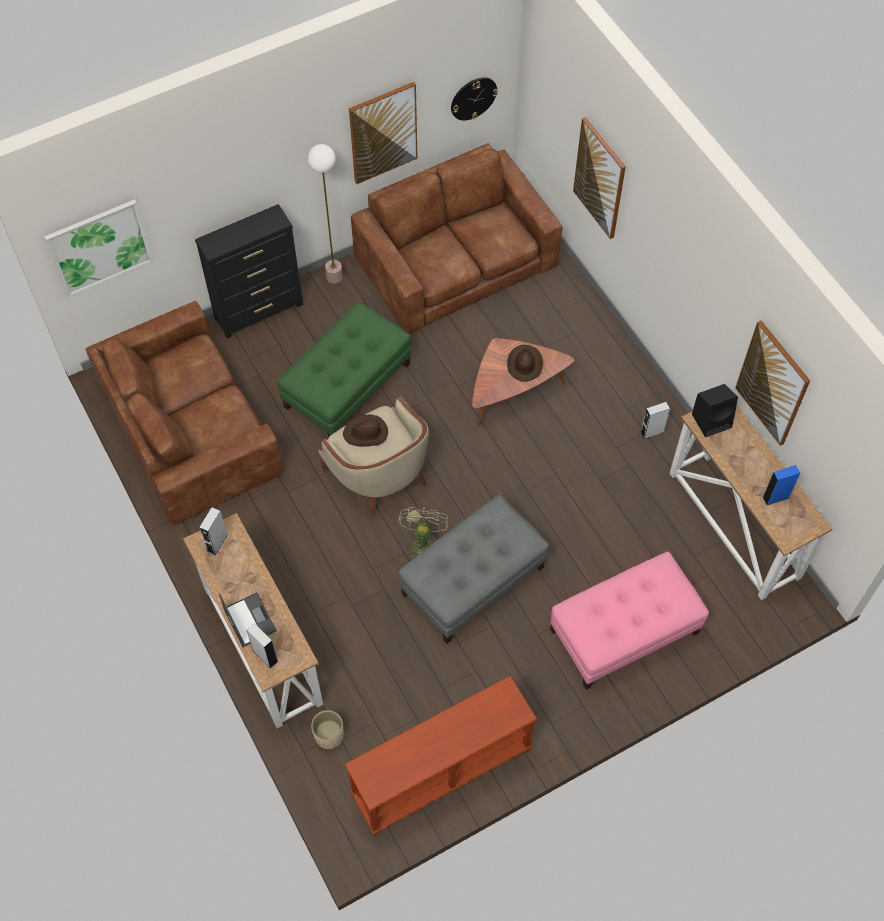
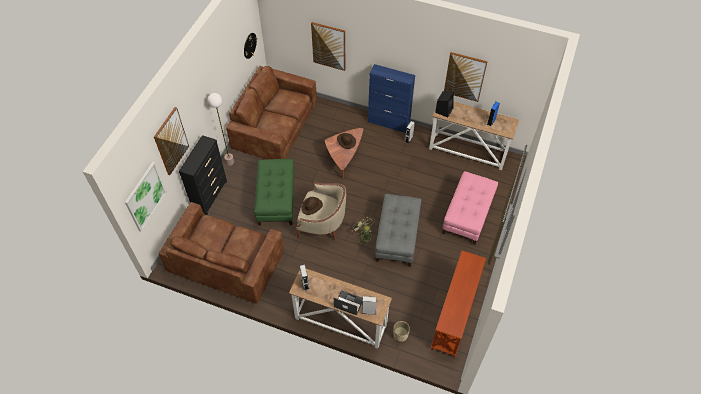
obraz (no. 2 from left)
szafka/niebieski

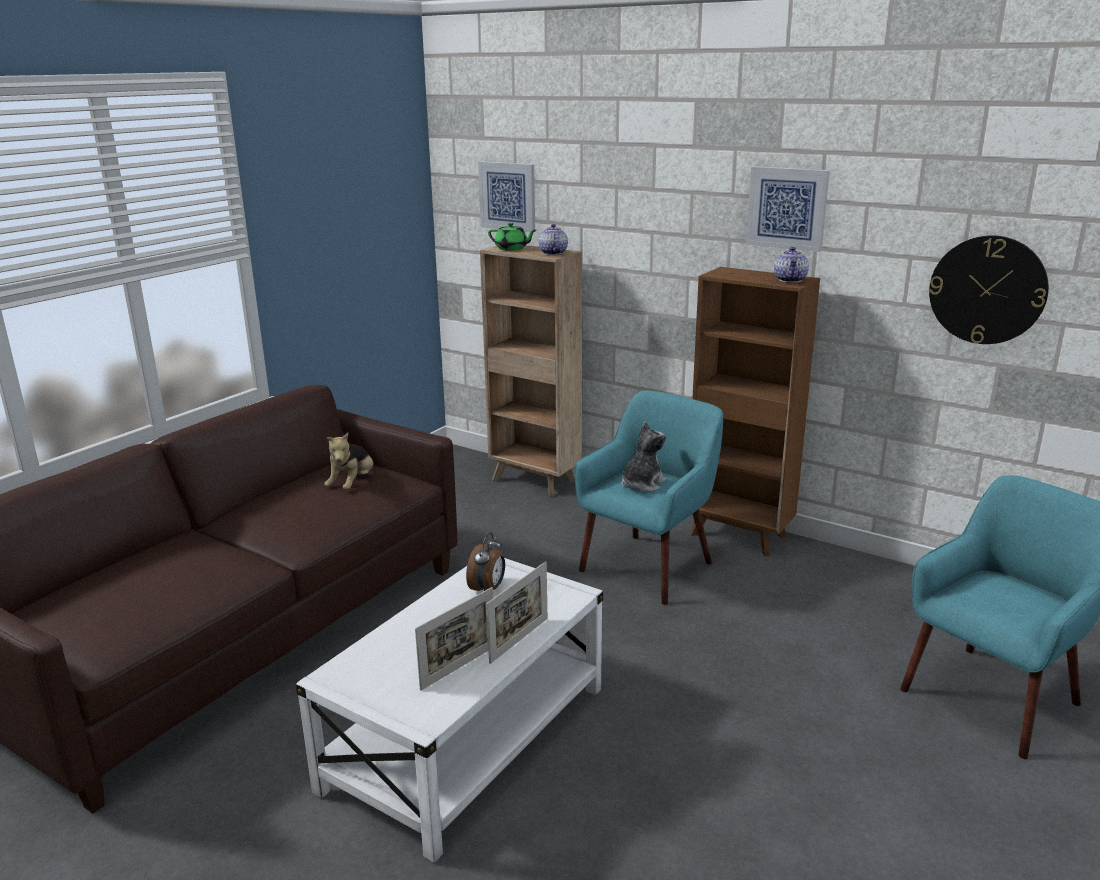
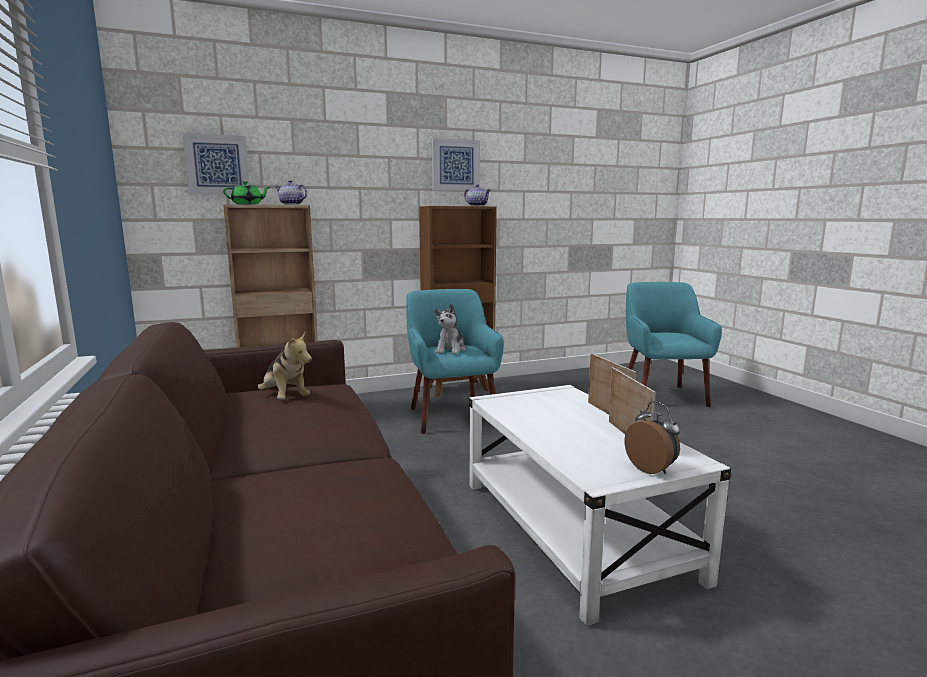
budzik
pluszak (no. 2 from left)
zegar ścienny

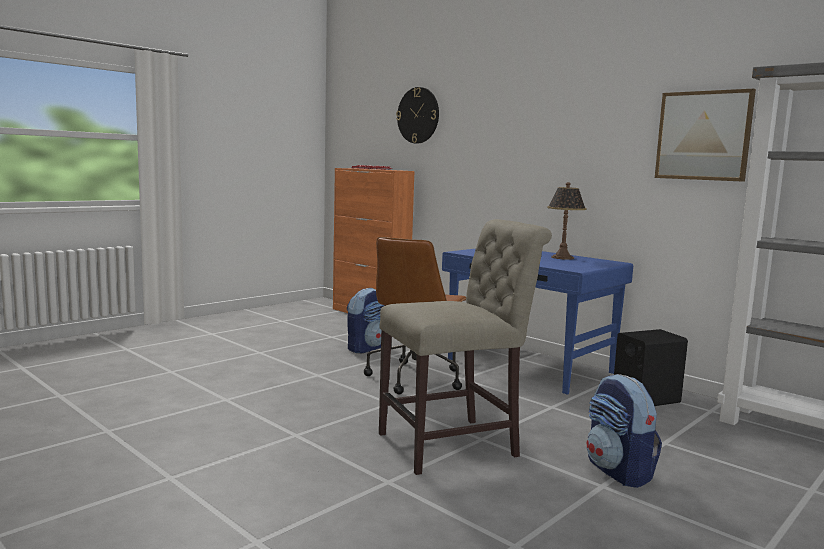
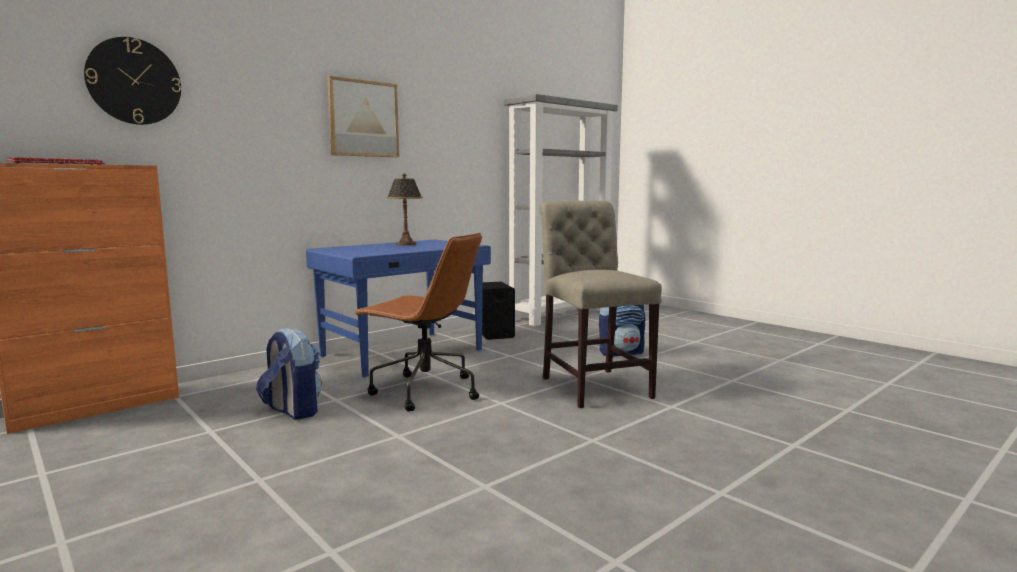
obraz

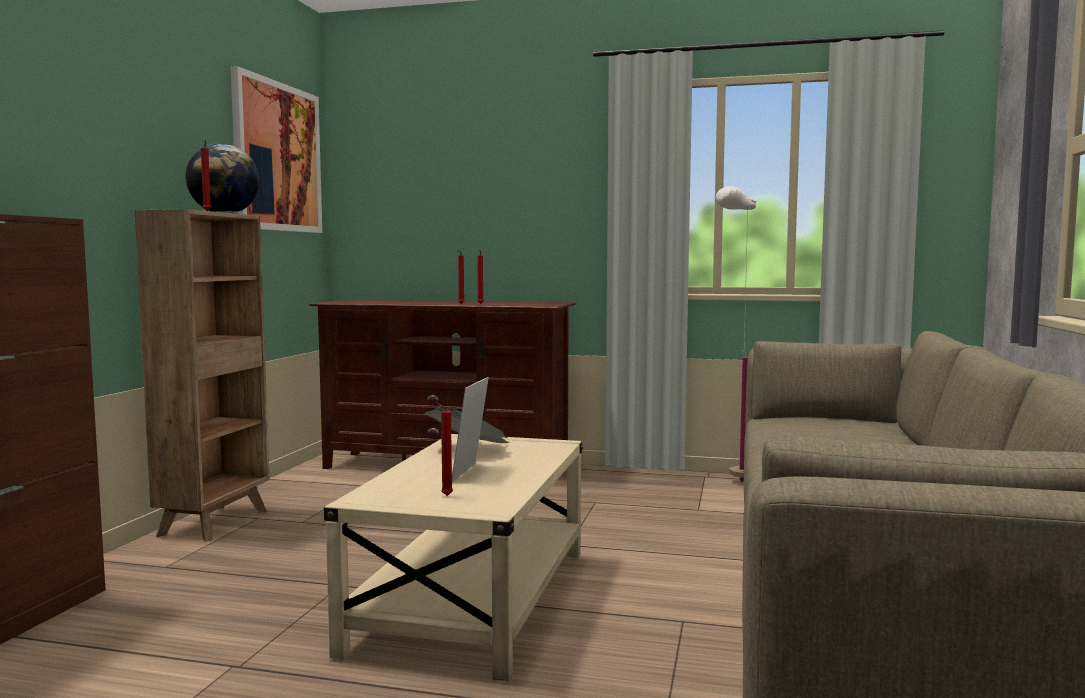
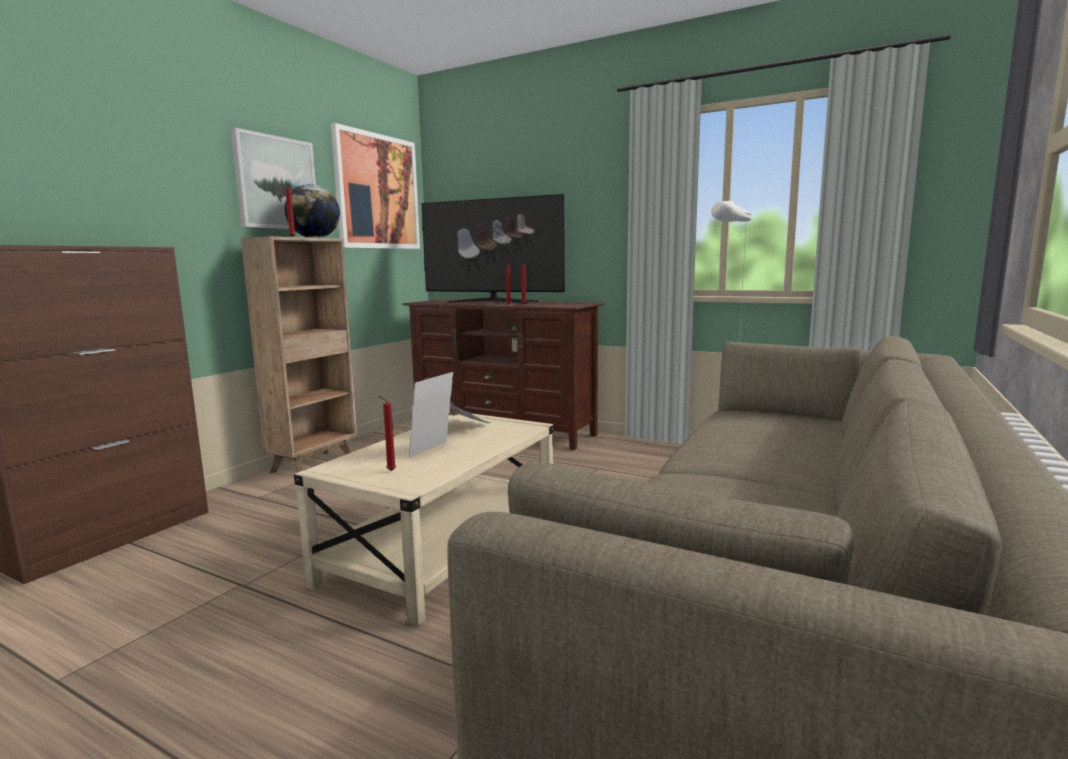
obraz (no. 1 from left)
telewizor

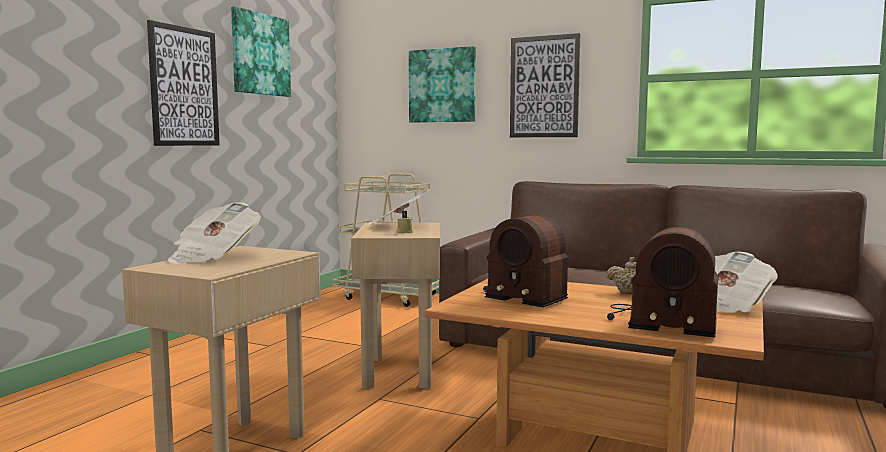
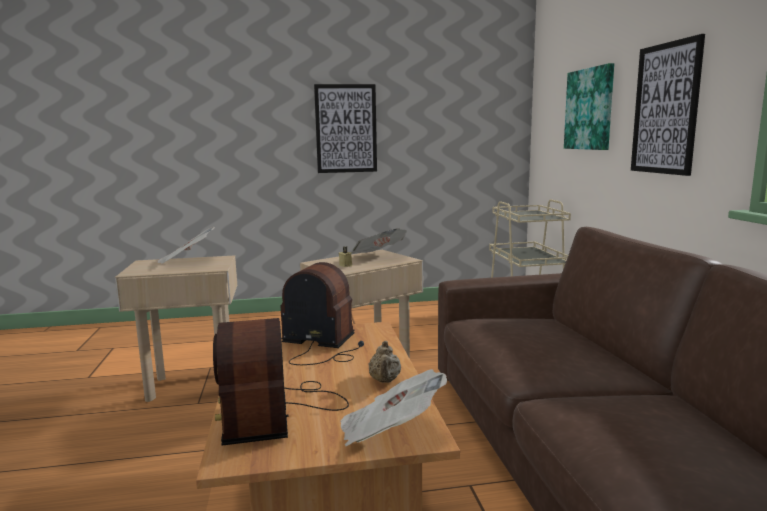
obraz (no. 2 from left in the first image)
radio (no. 2 from left)

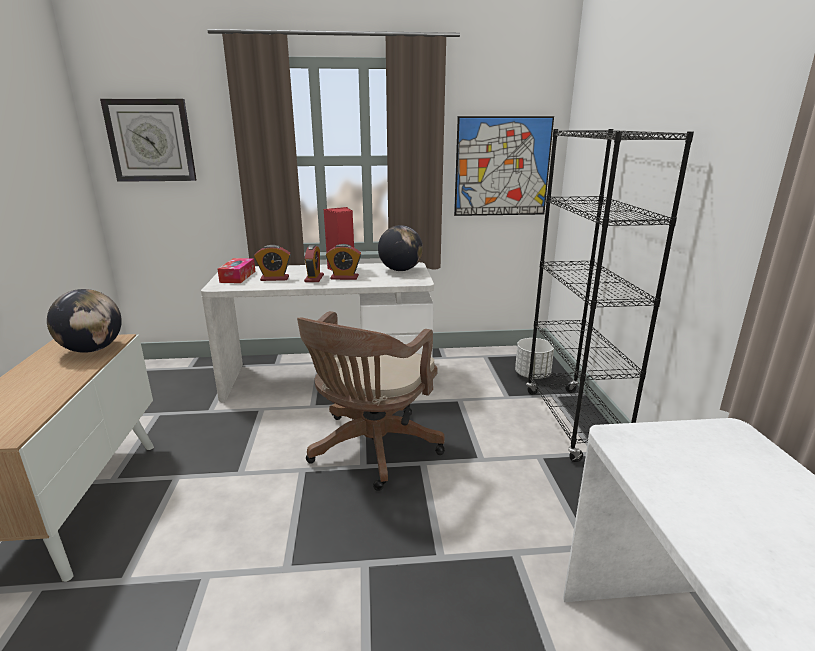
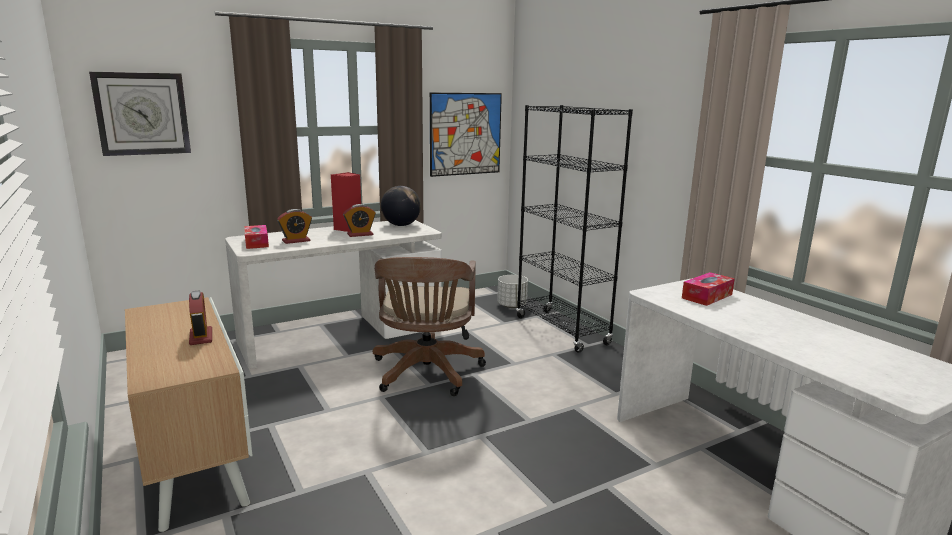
globus (no. 1 from left in the first image)
budzik (no. 1 from left)
pudełko chusteczek (no. 2 from left)

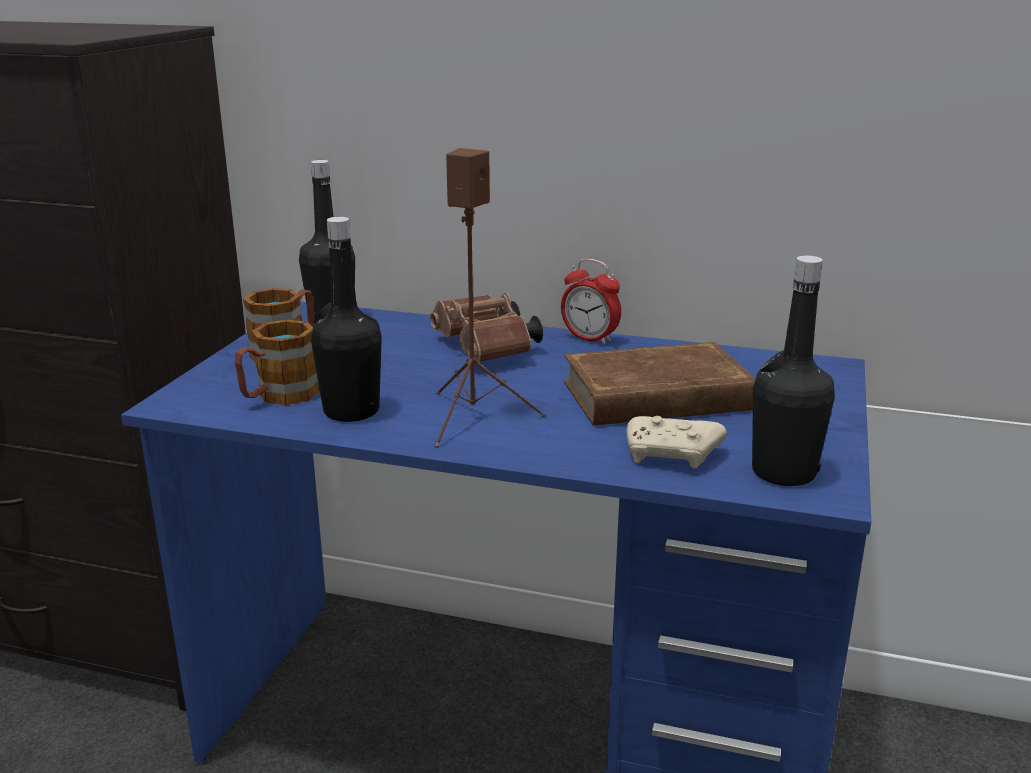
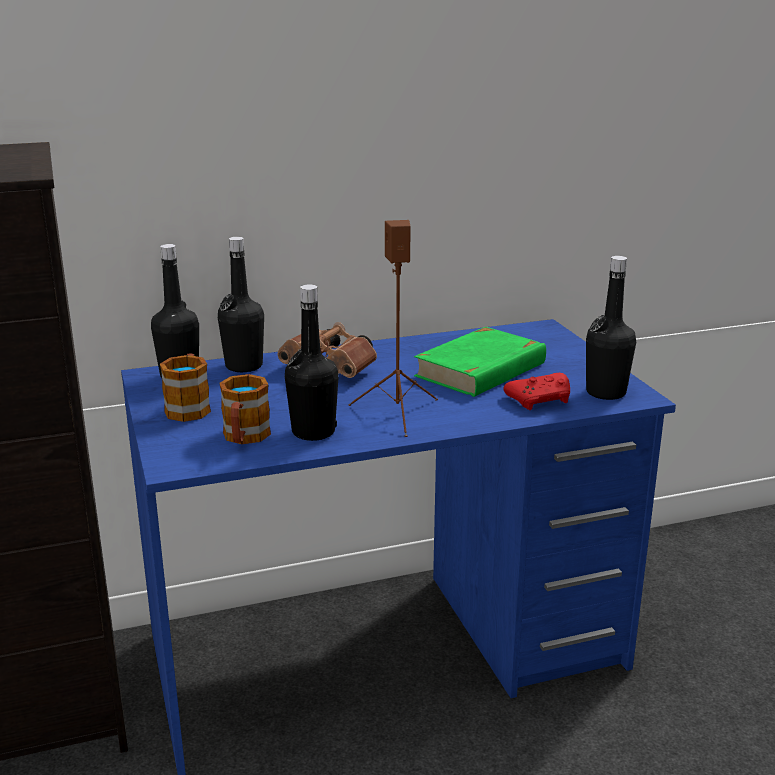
budzik
książka/zielony
pad do gier/czerwony
butelka/czarny (no. 2 from left)

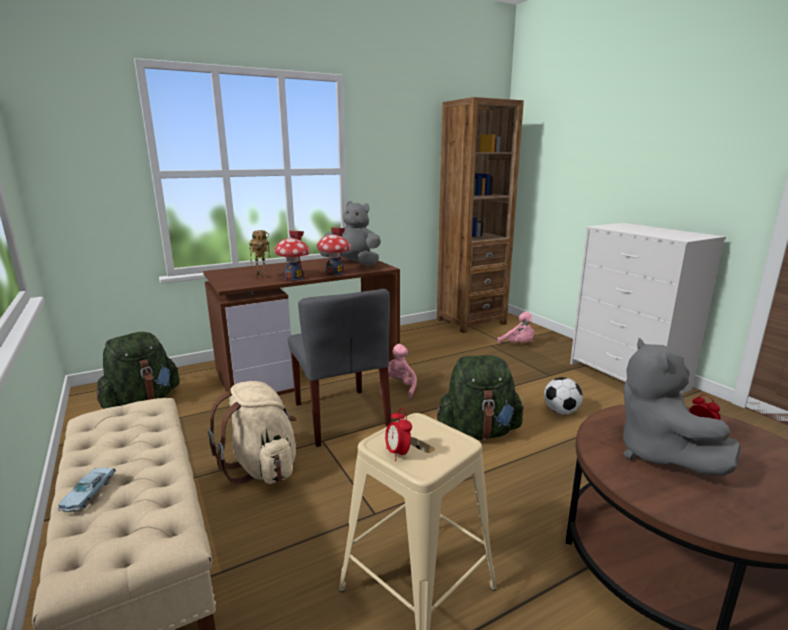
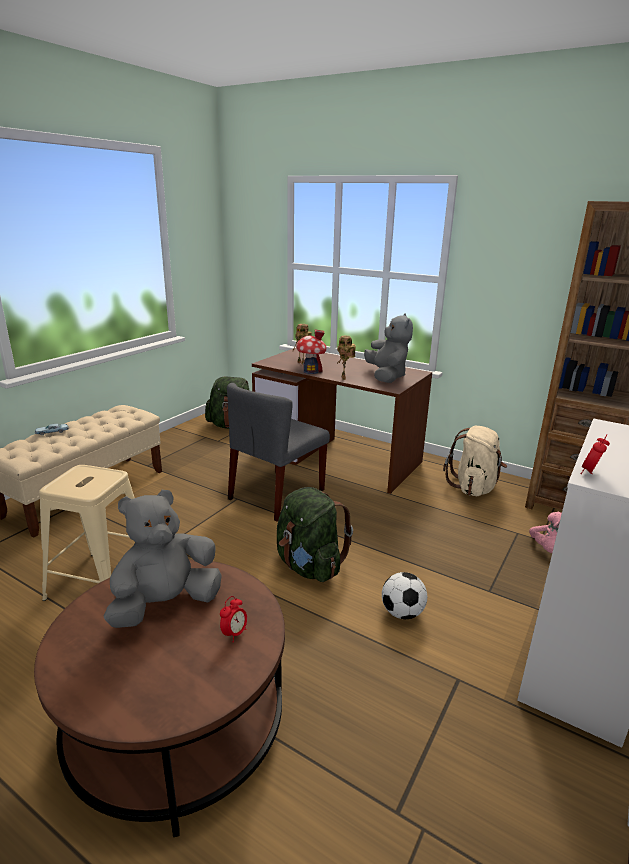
plecak/beżowy
robot zabawkowy (no. 2 from left)
pluszak/różowy (no. 1 from left in the first image)
budzik (no. 2 from left)

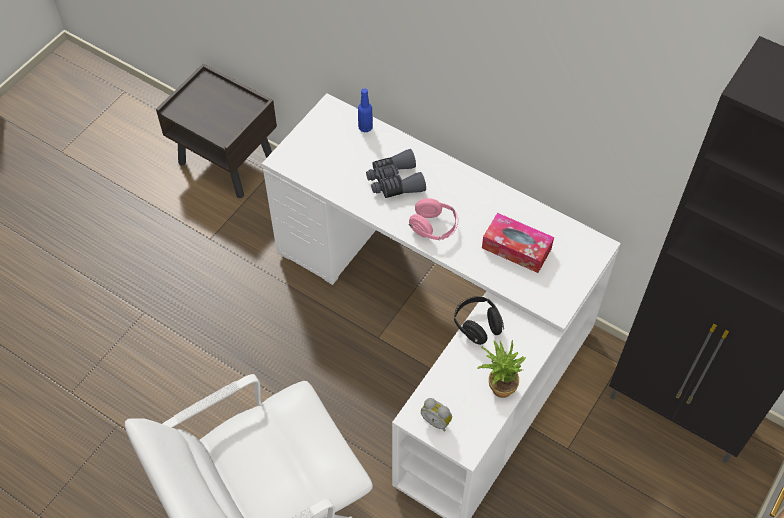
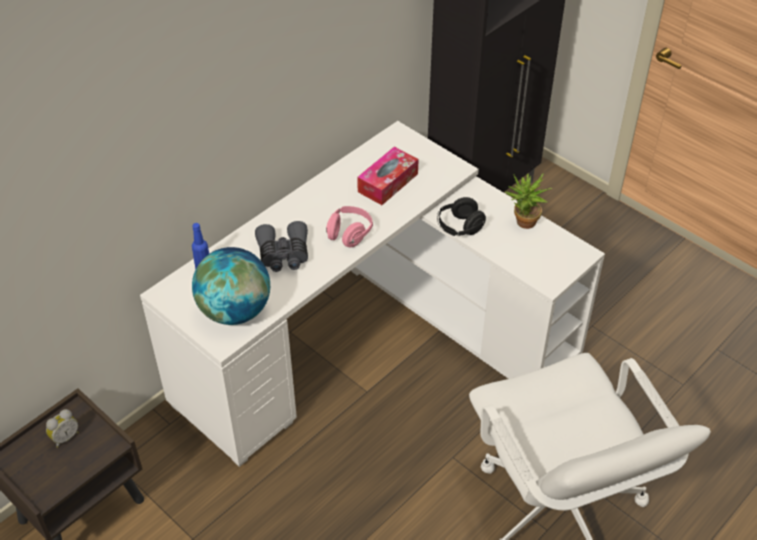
budzik
globus

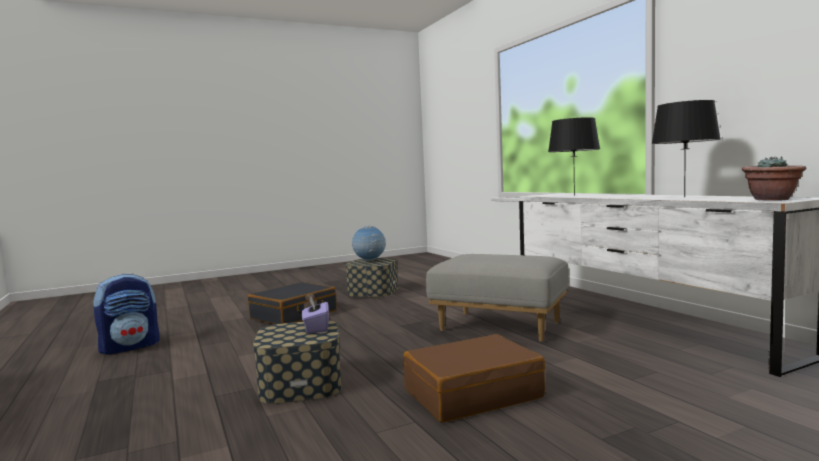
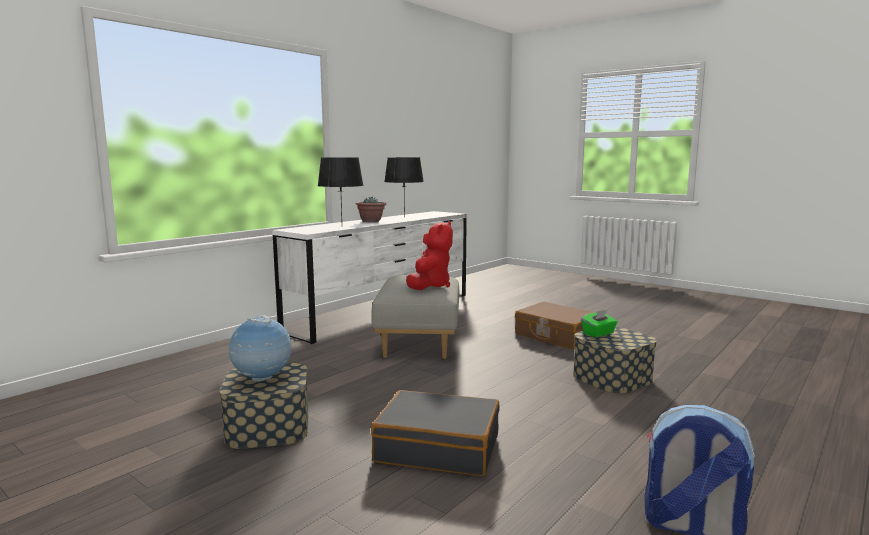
pudełko chusteczek/zielony
roślina doniczkowa
pluszak/czerwony

